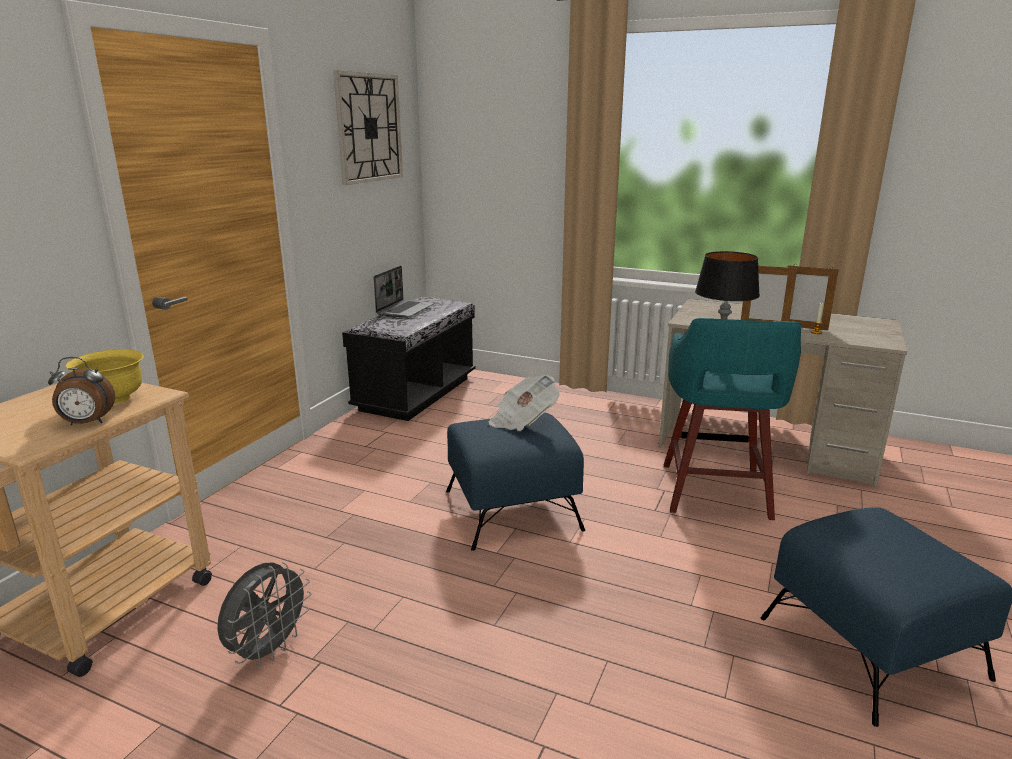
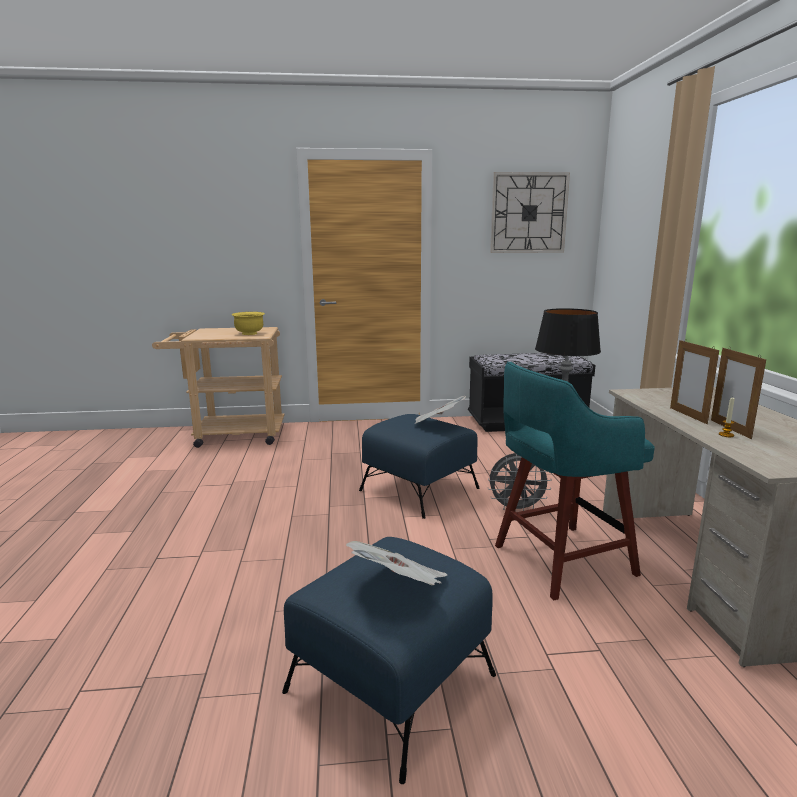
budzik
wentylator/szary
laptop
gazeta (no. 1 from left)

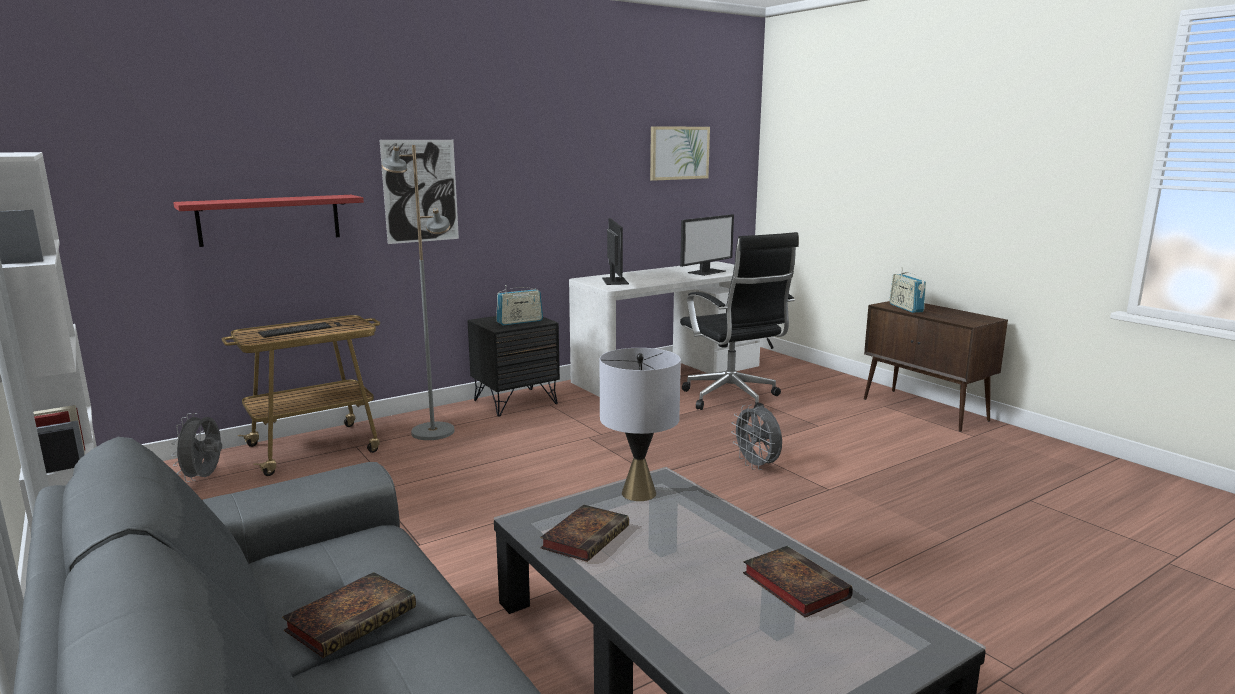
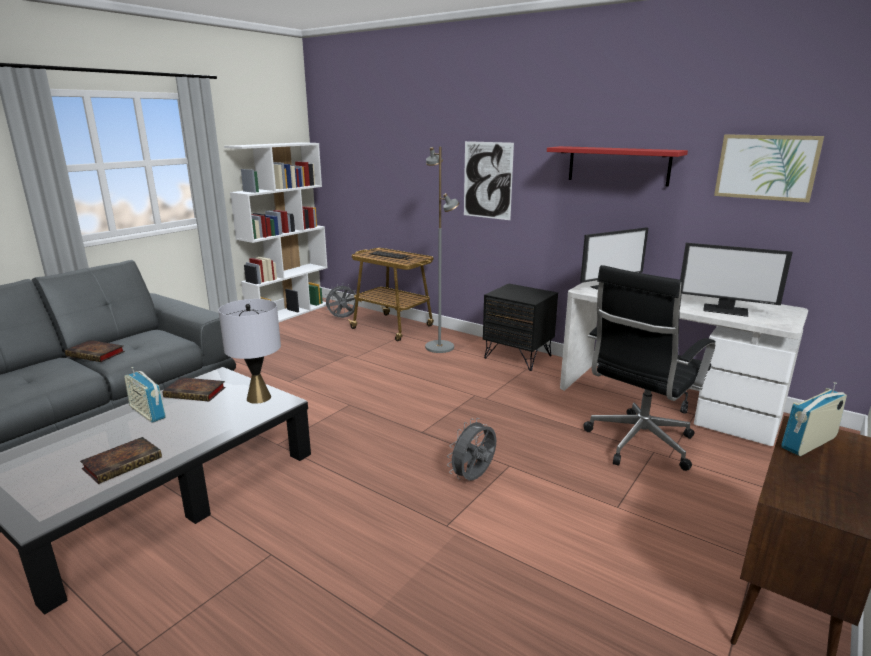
półka/czerwony
radio (no. 1 from left)

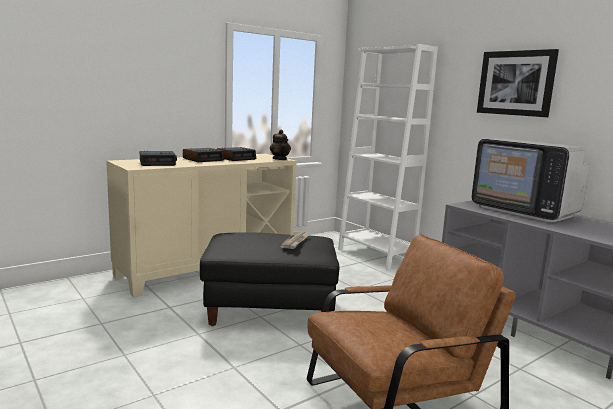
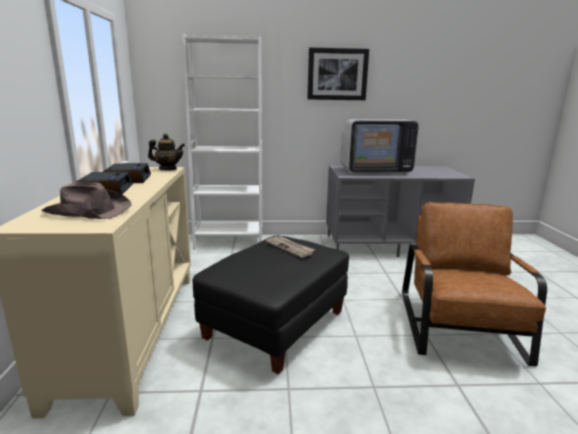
kapelusz/brązowy

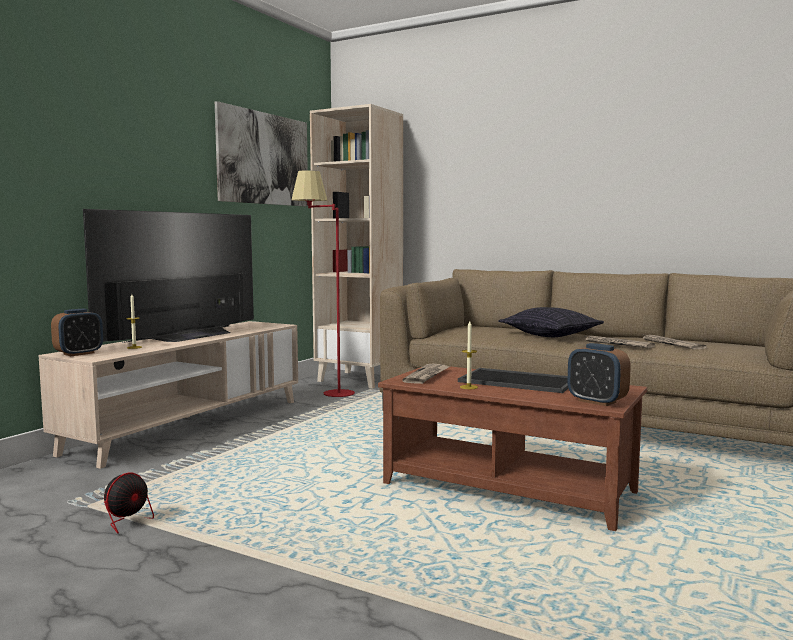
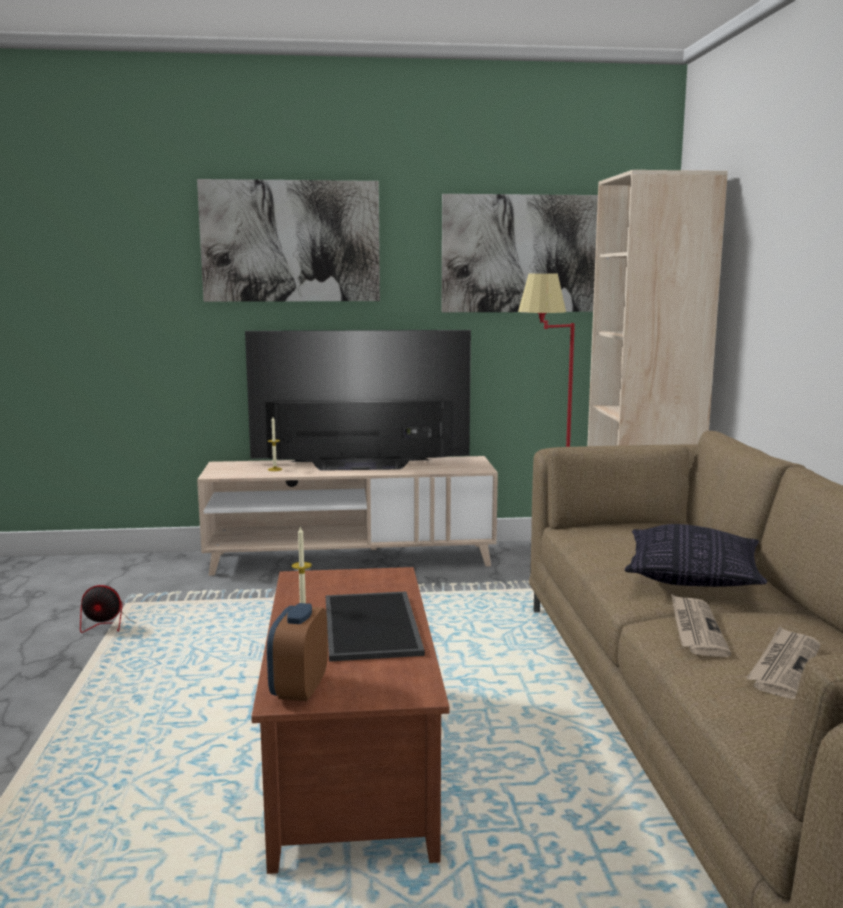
budzik (no. 1 from left in the first image)
gazeta (no. 1 from left in the first image)
obraz (no. 1 from left)

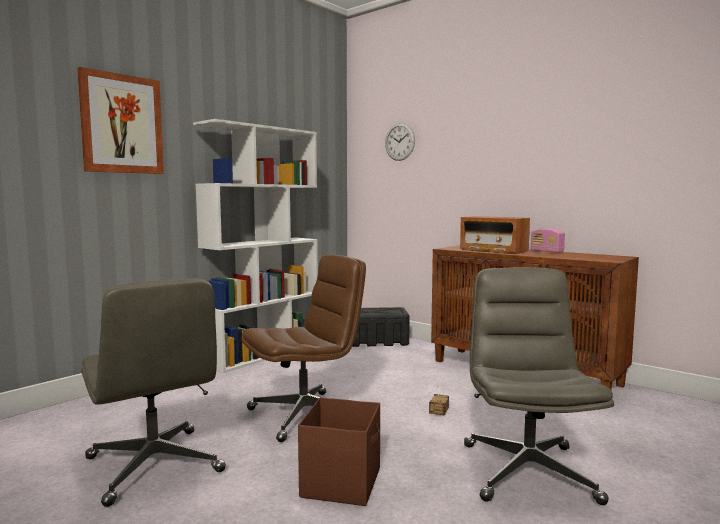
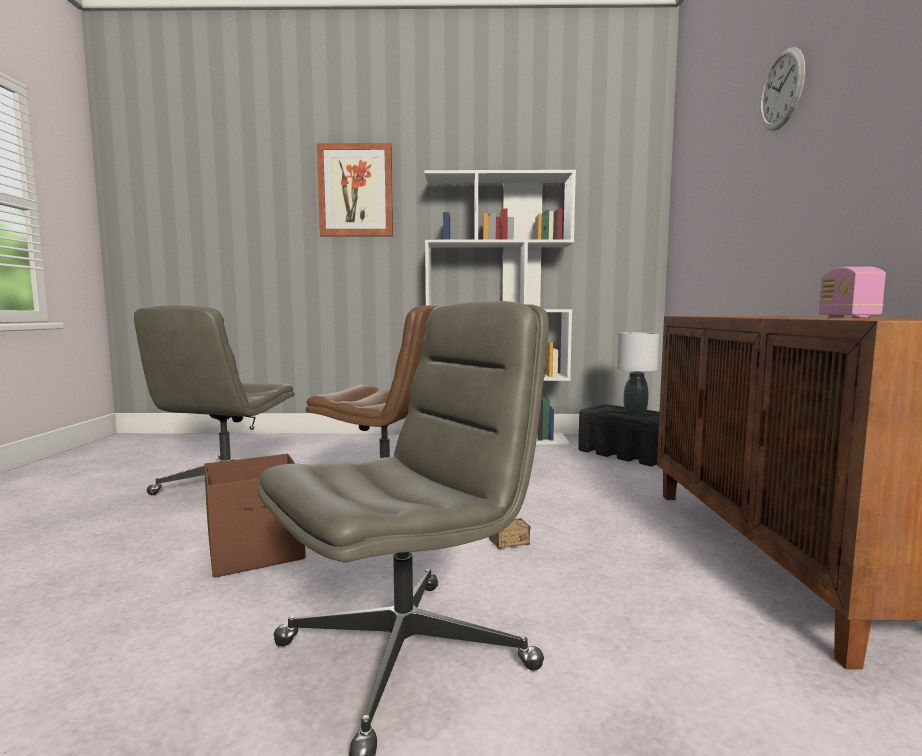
zegar ścienny
radio (no. 1 from left in the first image)
lampa stołowa/szary

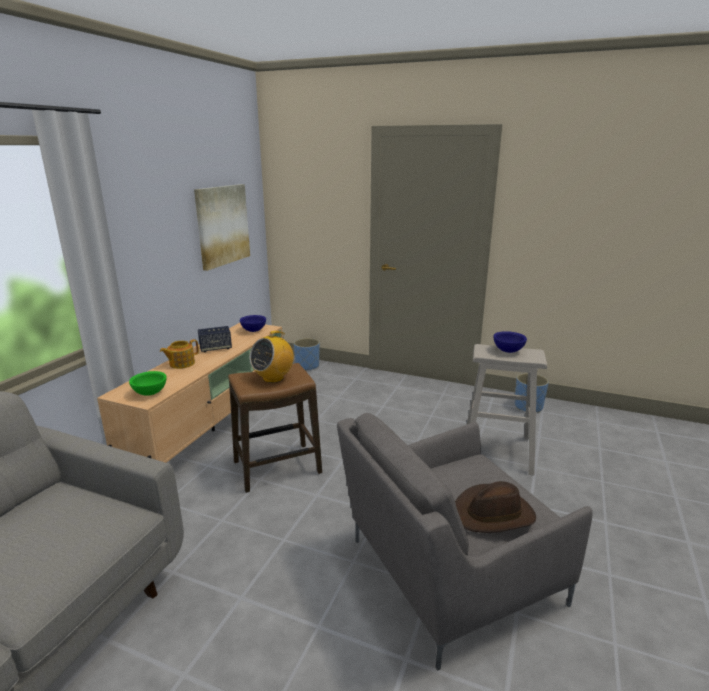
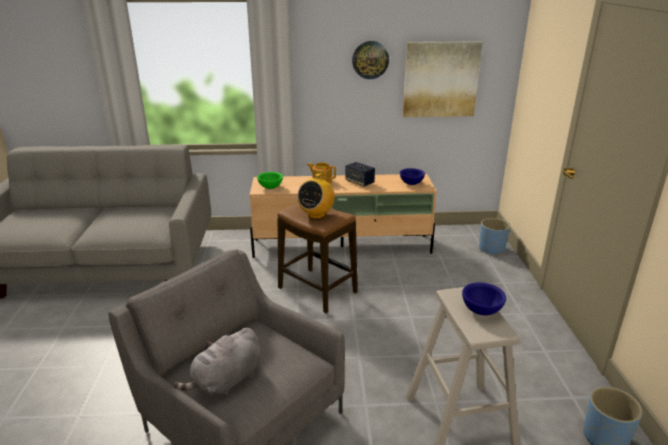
radio
pluszak/szary
zegar ścienny

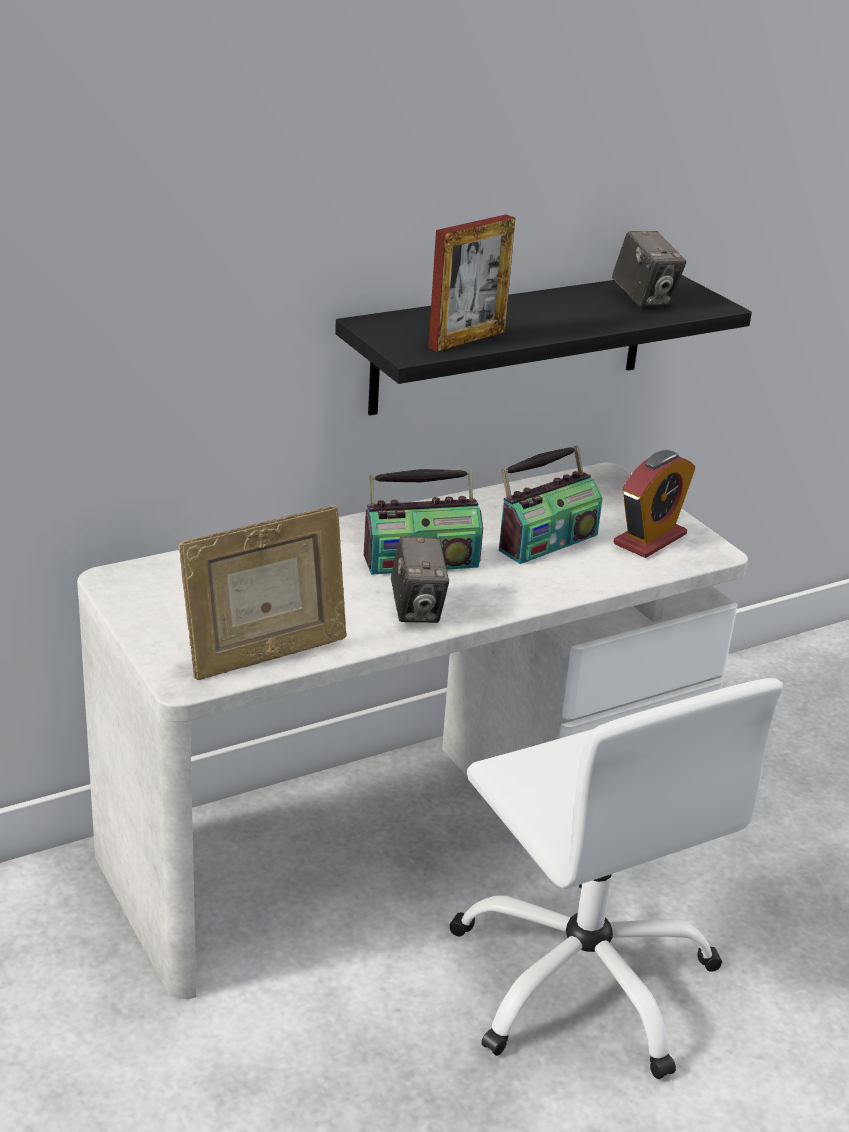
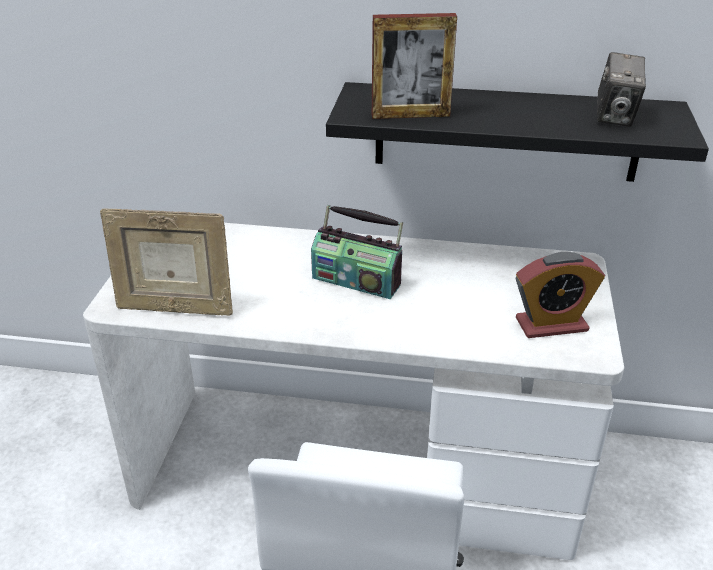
aparat fotograficzny (no. 1 from left in the first image)
radio (no. 2 from left in the first image)

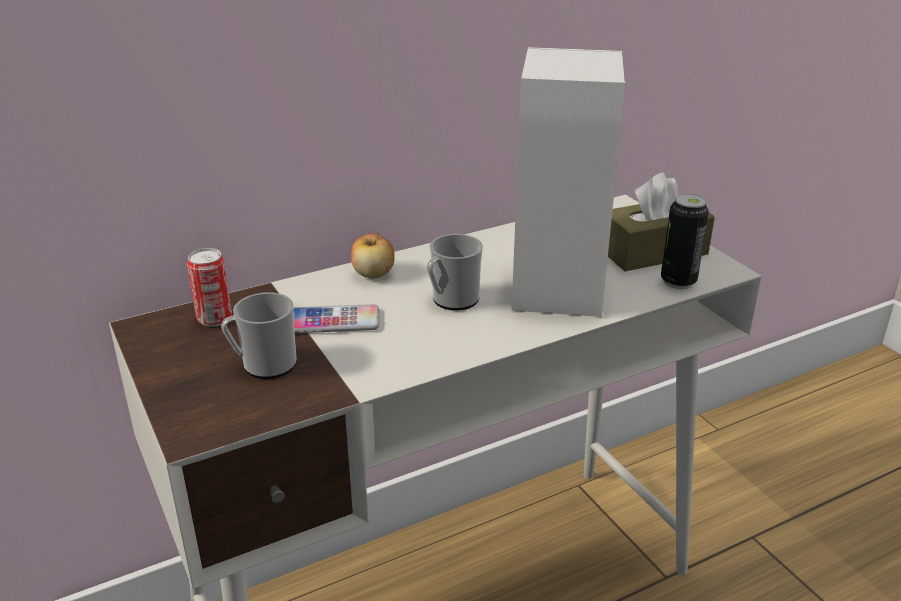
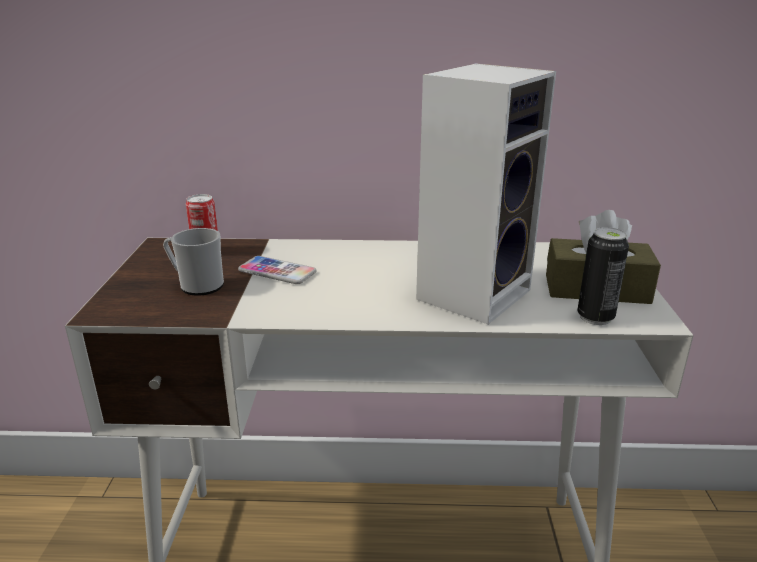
jabłko
kubek (no. 2 from left in the first image)

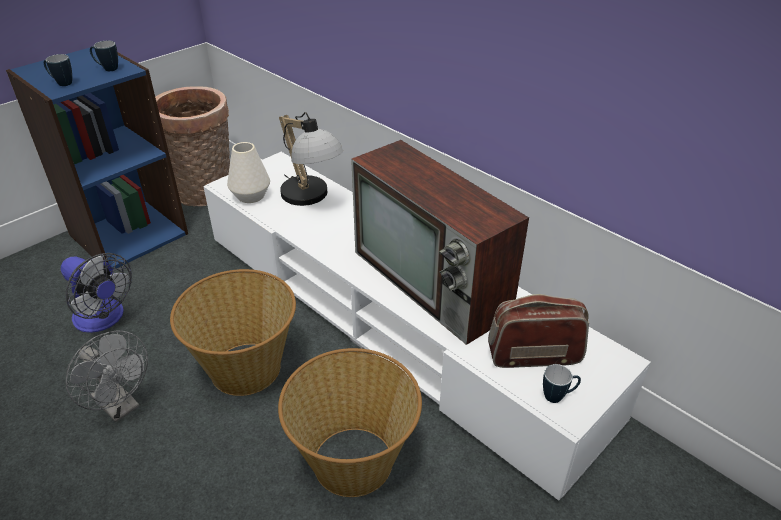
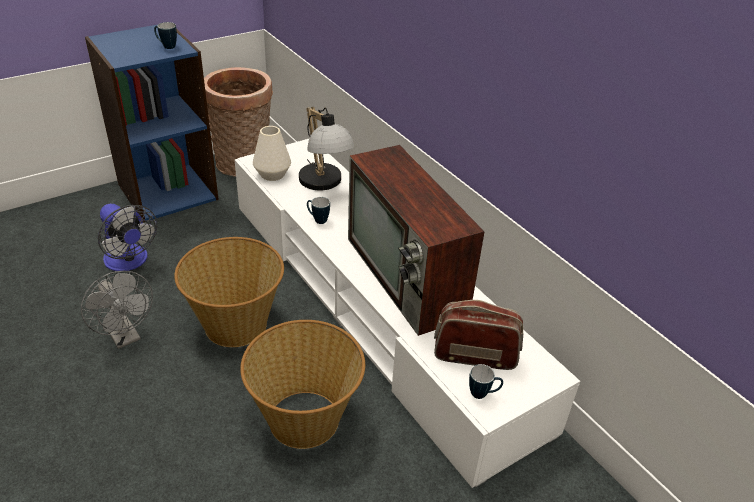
kubek (no. 2 from left)

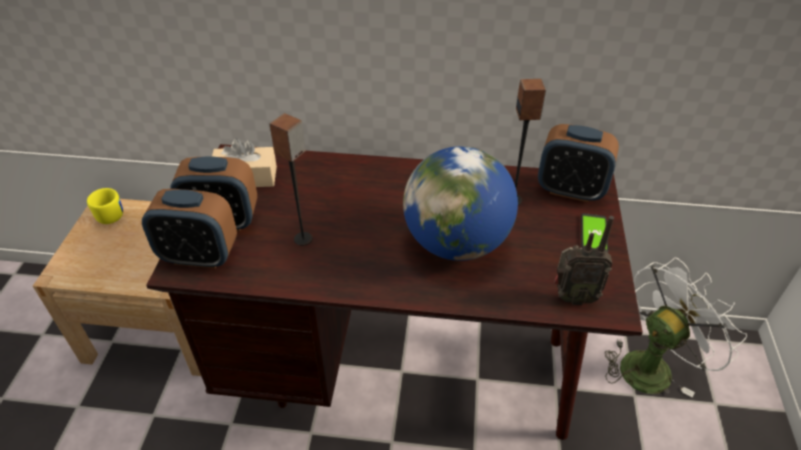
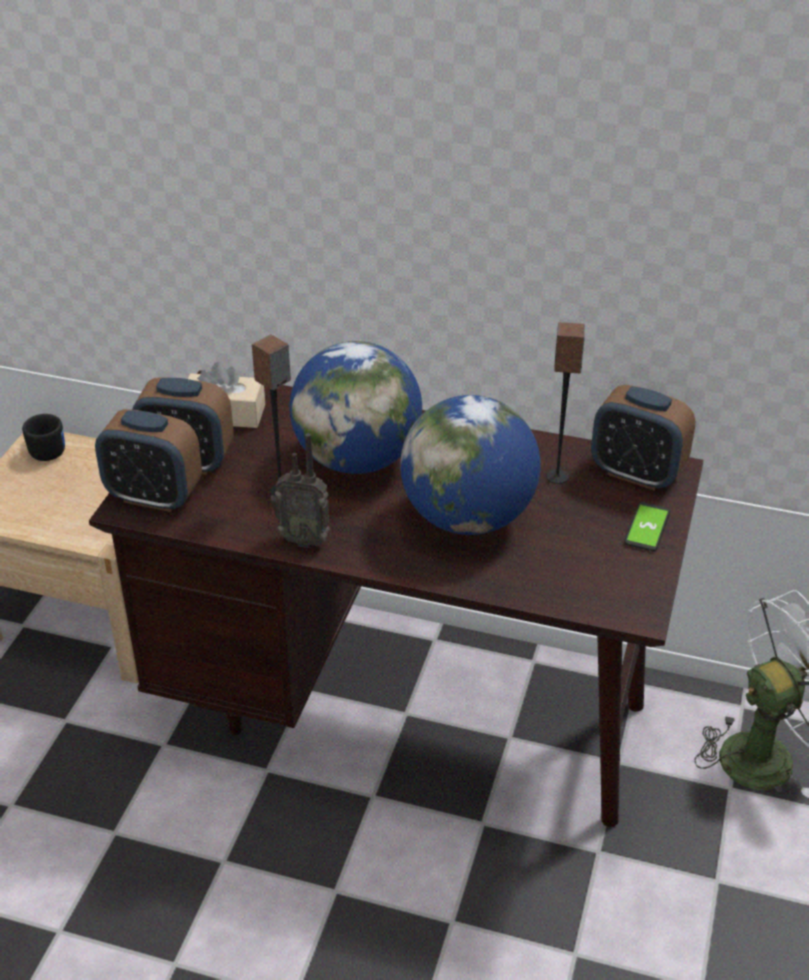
kubek/czarny
radio
globus (no. 1 from left)

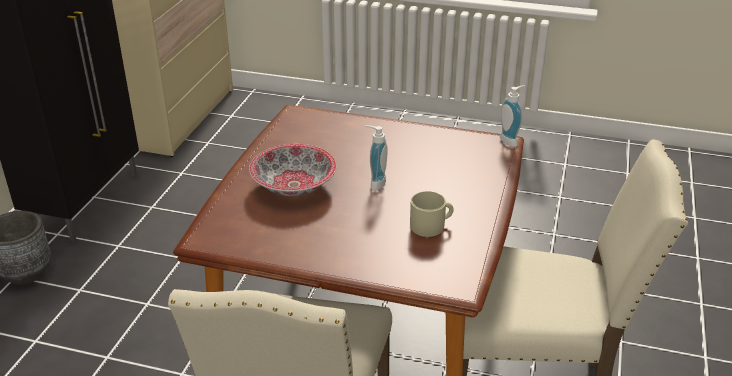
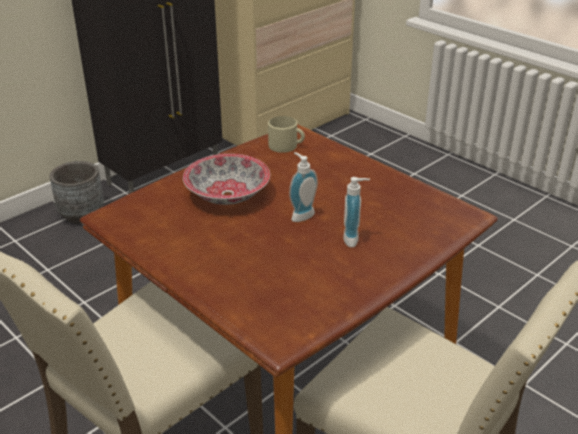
kubek/beżowy
dozownik mydła (no. 2 from left)

